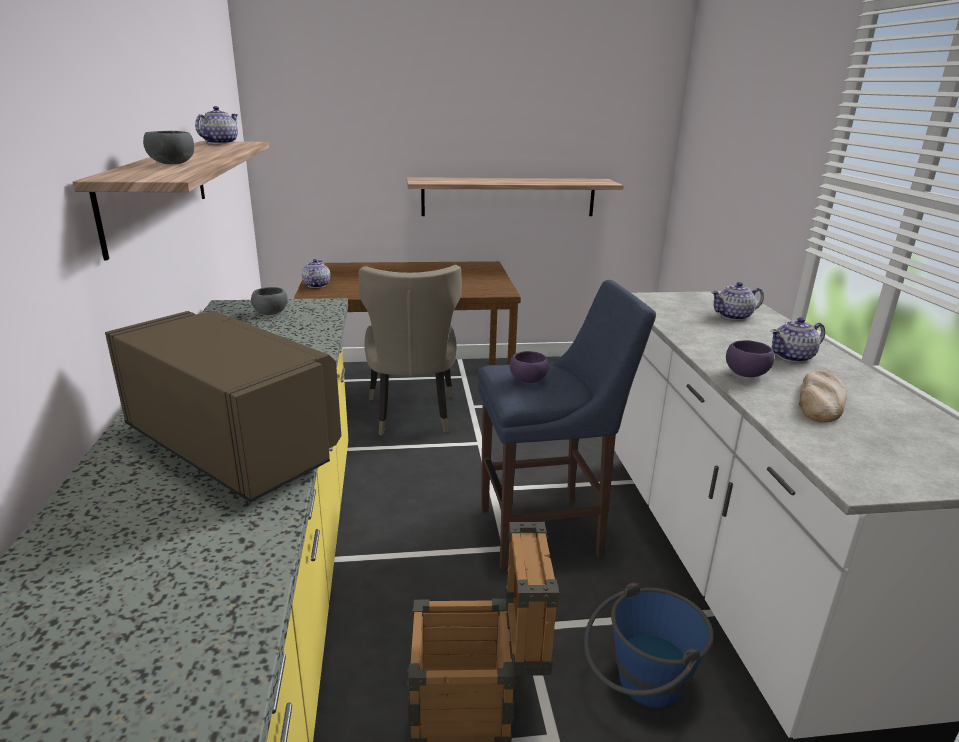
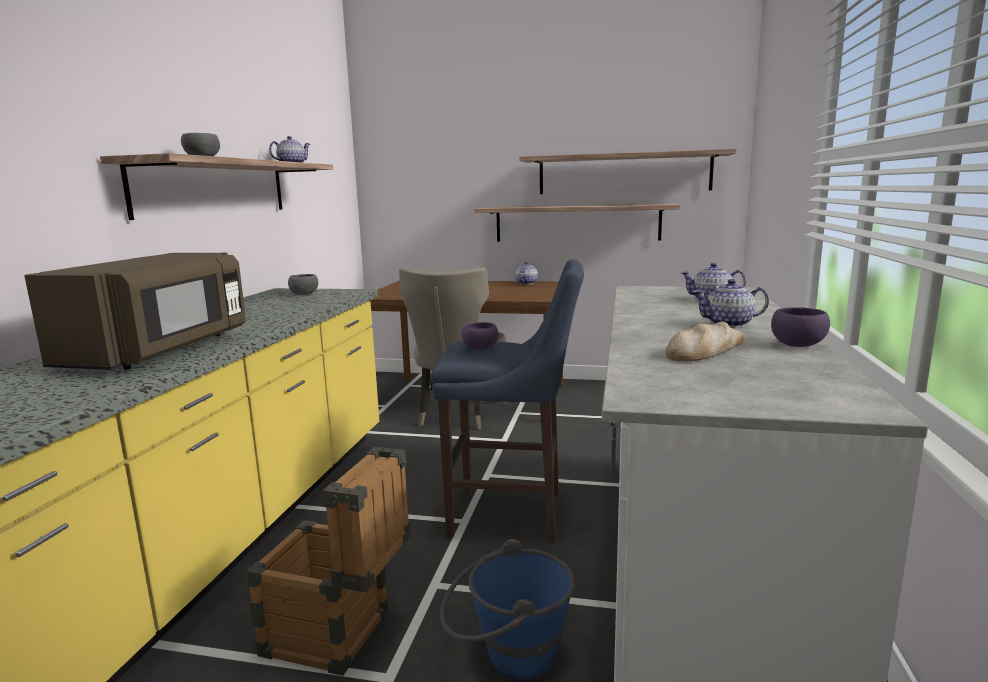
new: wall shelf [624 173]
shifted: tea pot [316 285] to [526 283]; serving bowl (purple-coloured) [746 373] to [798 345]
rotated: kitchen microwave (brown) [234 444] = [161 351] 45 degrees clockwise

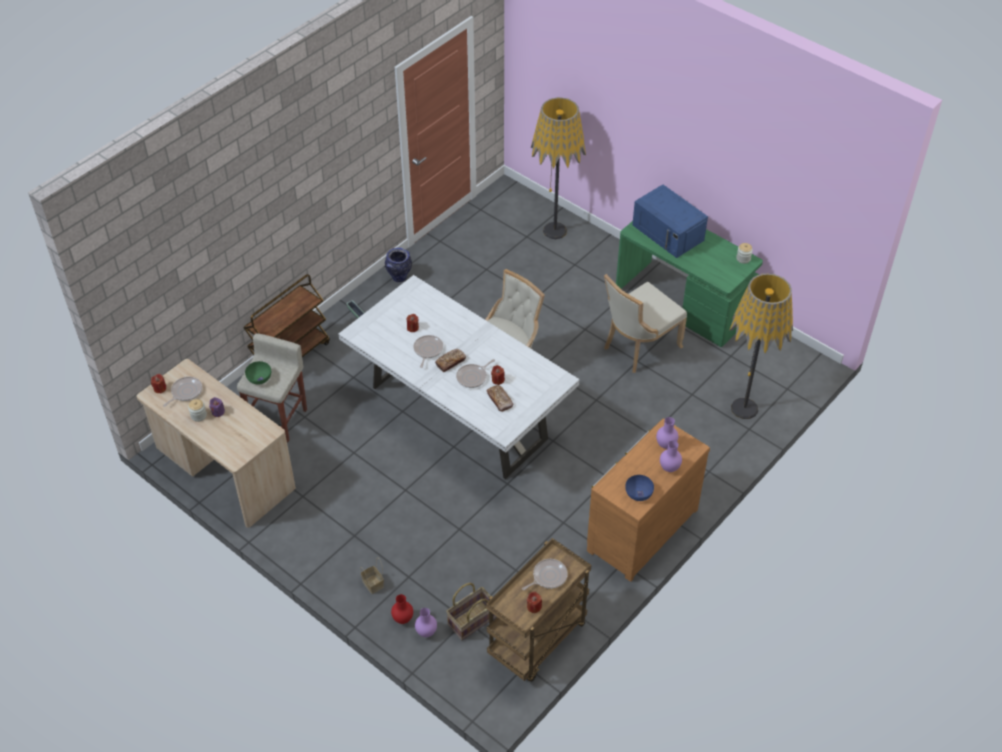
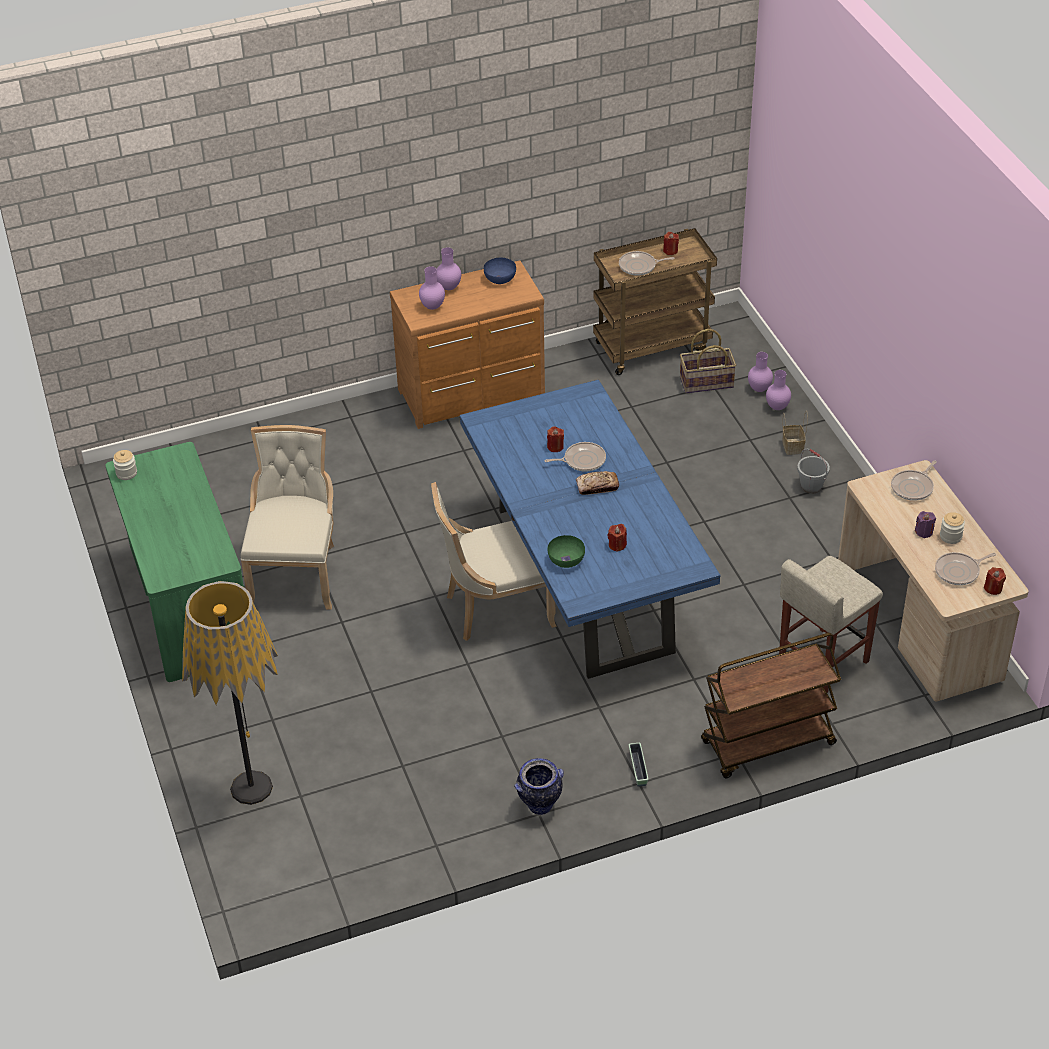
gone: kitchen microwave (blue-coloured) [668 232]; standard lamp [744 408]; bread [499 400]
new: pail (grey) [811 486]
shifted: pan [427 350] to [913 487]; serving bowl (green) [259 378] to [565 560]
repainted: dinner table (white-coloured) [460 413] to dinner table (blue-coloured) [583 579]; decorative vase (red-coloured) [402 619] to decorative vase (purple-coloured) [777 407]
rotated: upright chair (beige-coloured) [638 347] = [296 572] 75 degrees counterclockwise

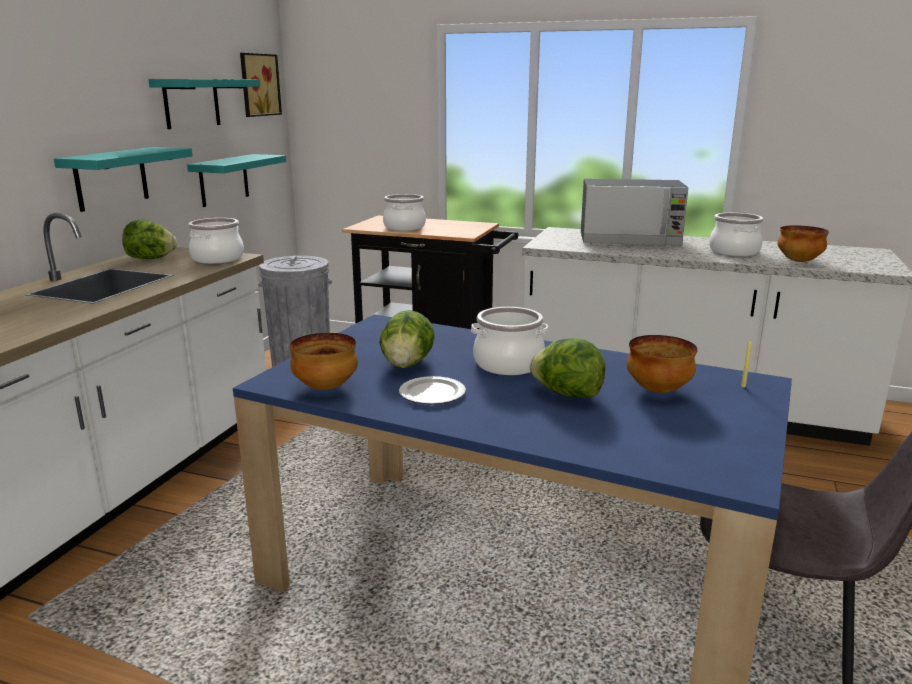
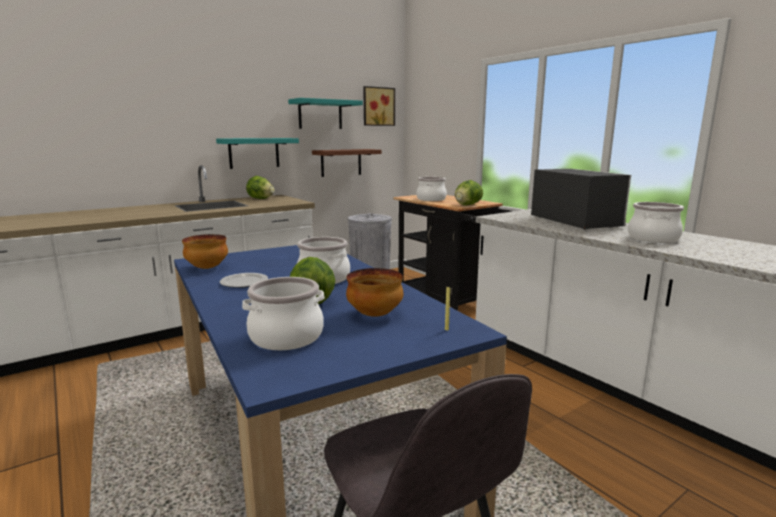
gone: serving bowl [799 261]
shifted: saucepot [218 259] to [286 337]; head of lettuce [407 364] to [467 205]
repainted: wall shelf (turquoise) [224 180] to wall shelf (brown) [341 162]
rotated: kitchen microwave [630 241] = [574 222] 150 degrees counterclockwise

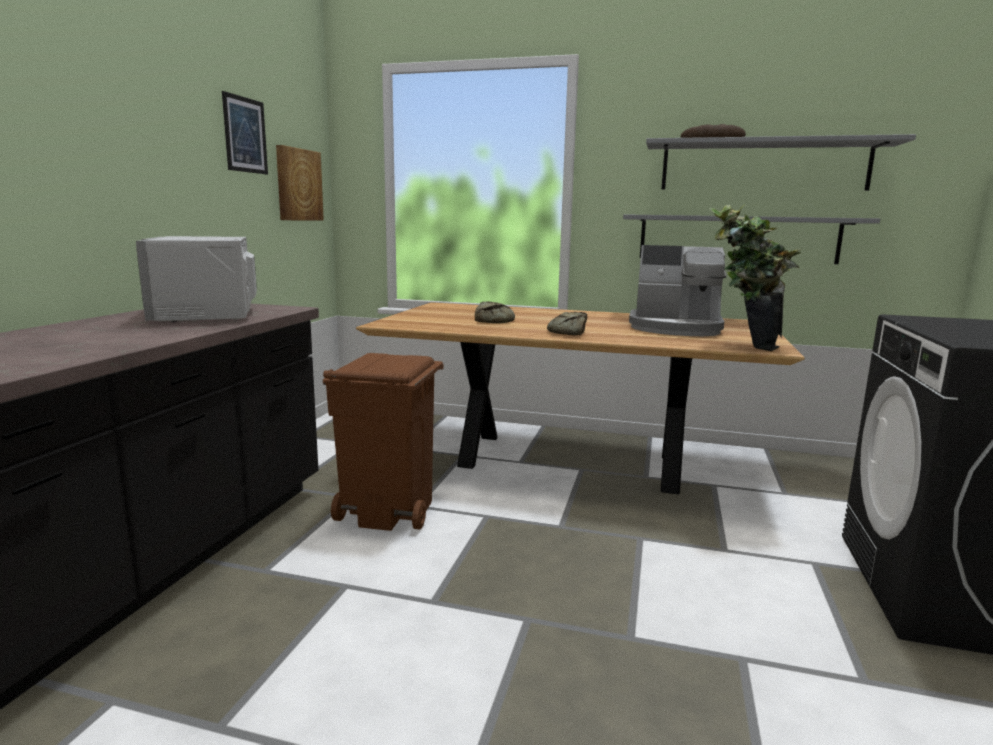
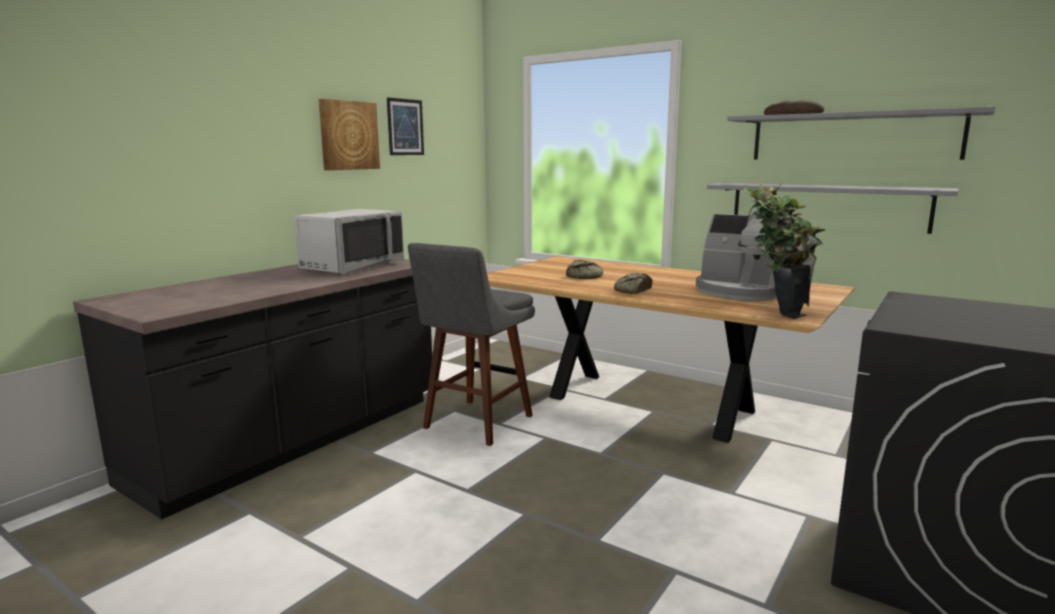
shifted: picture [298 185] to [348 135]
swapped: trash can (brown) [388 510] to stool (grey) [475 424]
rotated: kitchen microwave (grey) [207 314] = [352 266] 150 degrees counterclockwise

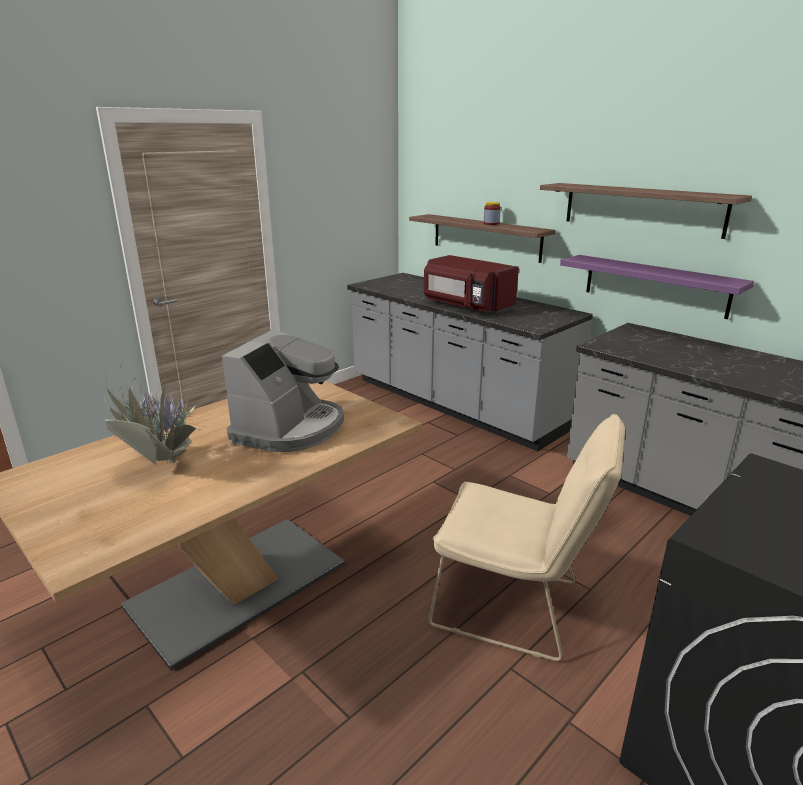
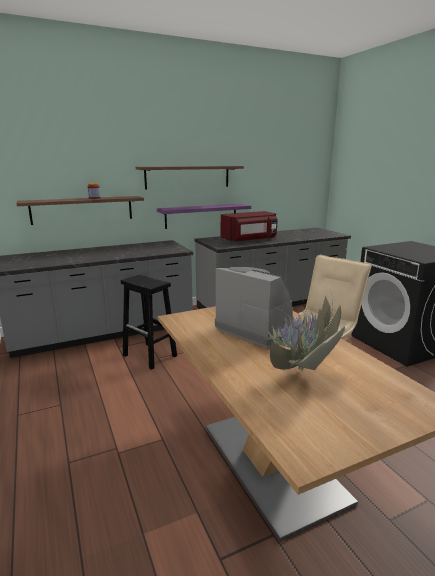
new: stool (black-coloured) [150 356]
shifted: kitchen microwave (red-coloured) [466 306] to [249 240]

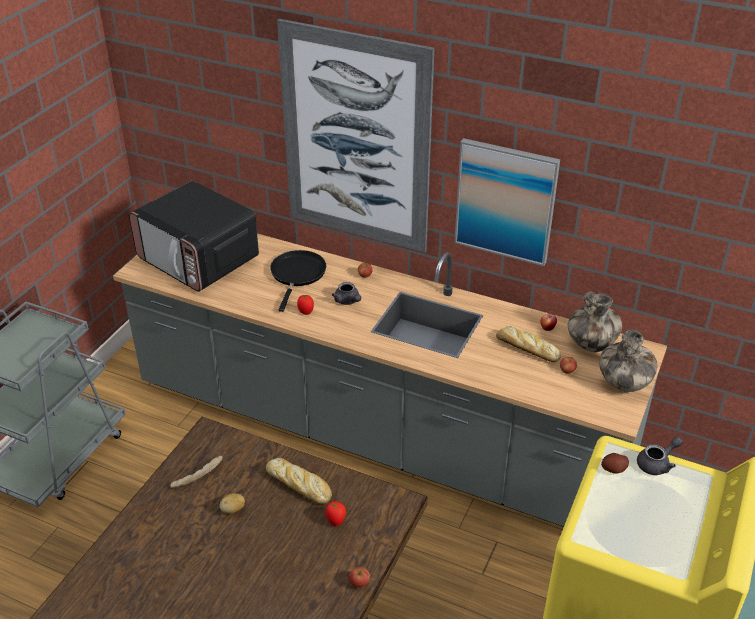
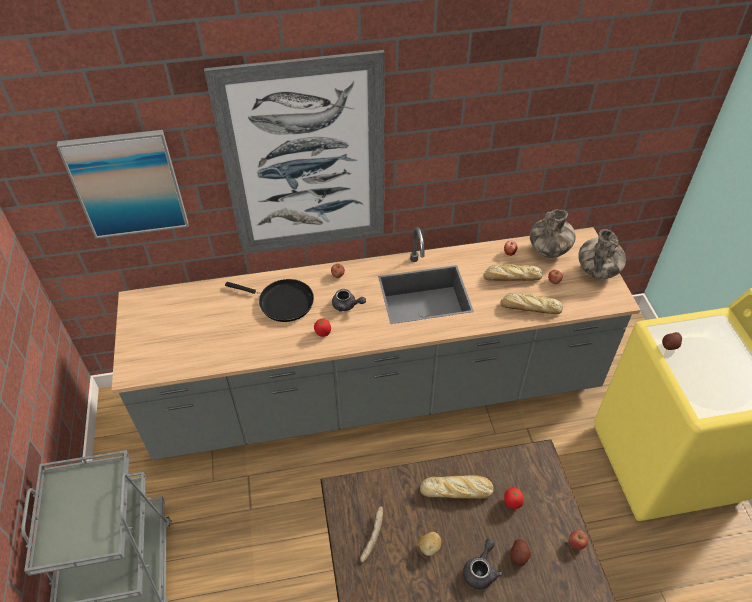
gone: kitchen microwave [199 259]
new: bread [529 308]; spud [519 555]
shifted: picture [505 201] to [127 184]; tea pot (grey) [657 464] to [481 570]
rotated: pan (black-coloured) [297 274] = [282 302] 135 degrees clockwise

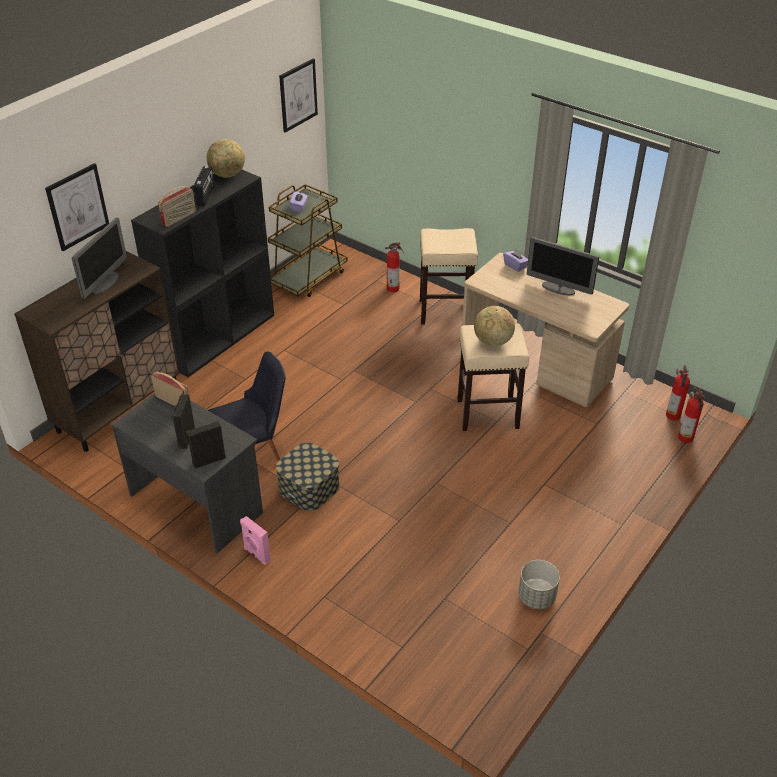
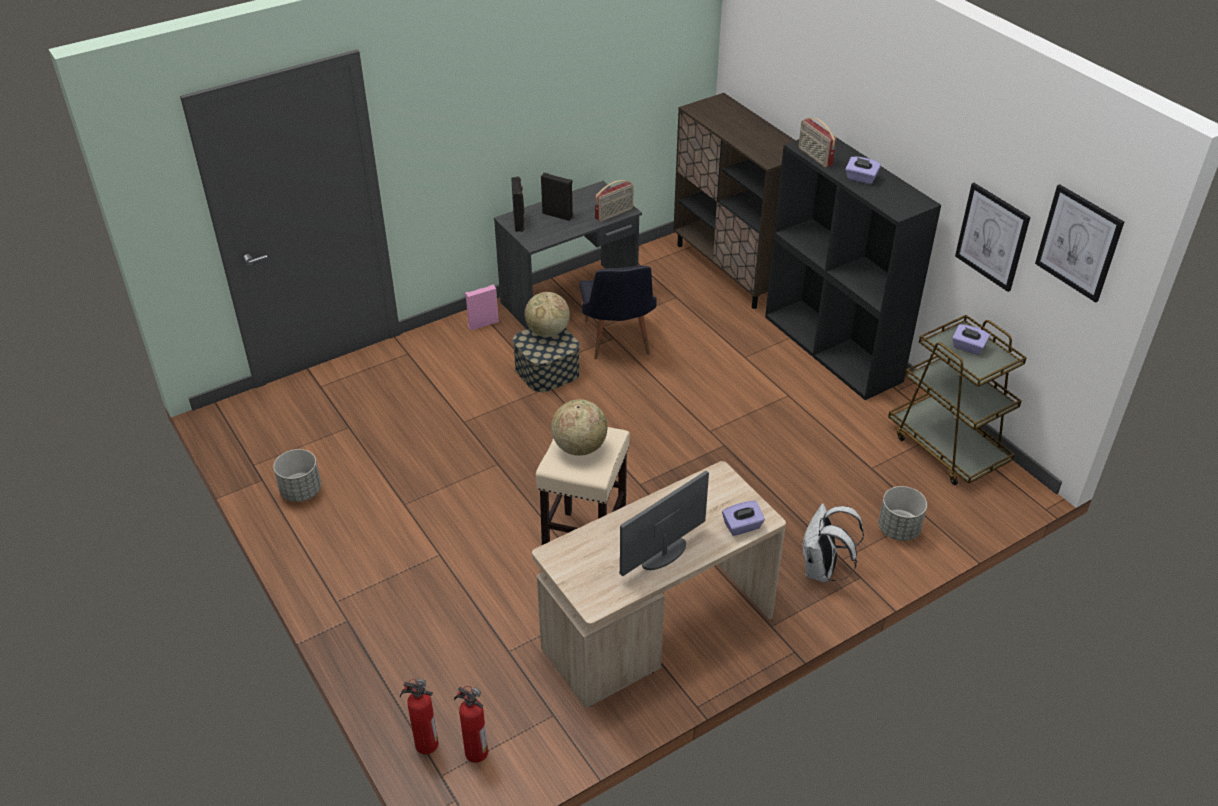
gone: computer screen [105 283]
shifted: globe [228 175] to [547 332]; picture [77 207] to [992 236]
swapped: radio set [206 196] to tissue holder (purple-coloured) [861 178]; stool (beige-coloured) [445 311] to rucksack (white-coloured) [822 570]; extinguisher [394 288] to flower pot (grey) [899 529]

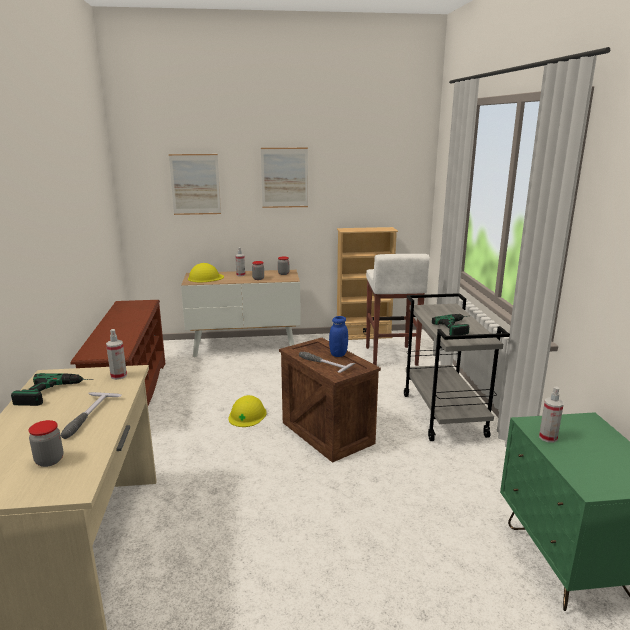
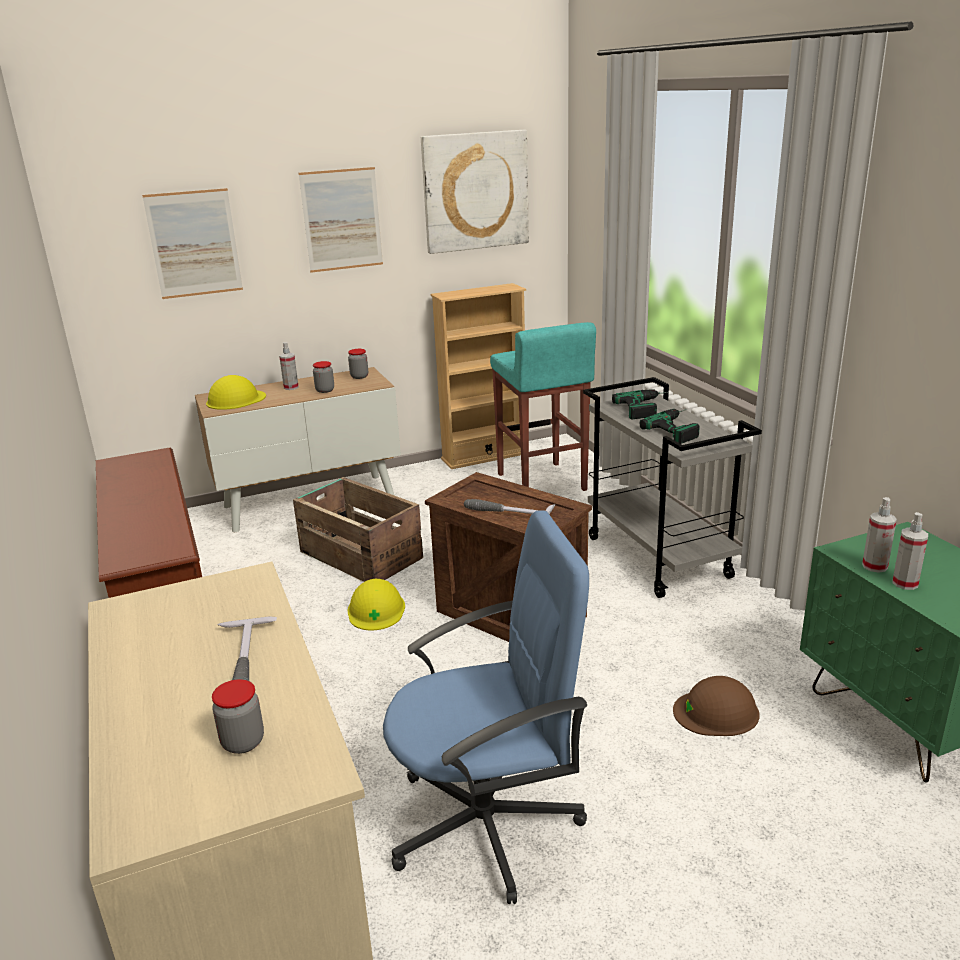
gone: preserve jar (blue-coloured) [338 354]
new: picture [475 191]; crate [360 555]; desk chair (blue-coloured) [488 823]; safety helmet (brown) [716 712]
shifted: hand sprayer [118 376] to [905 583]; drill [56 393] to [648 407]
repainted: stool (white-coloured) [390 356] to stool (turquoise) [541 482]

